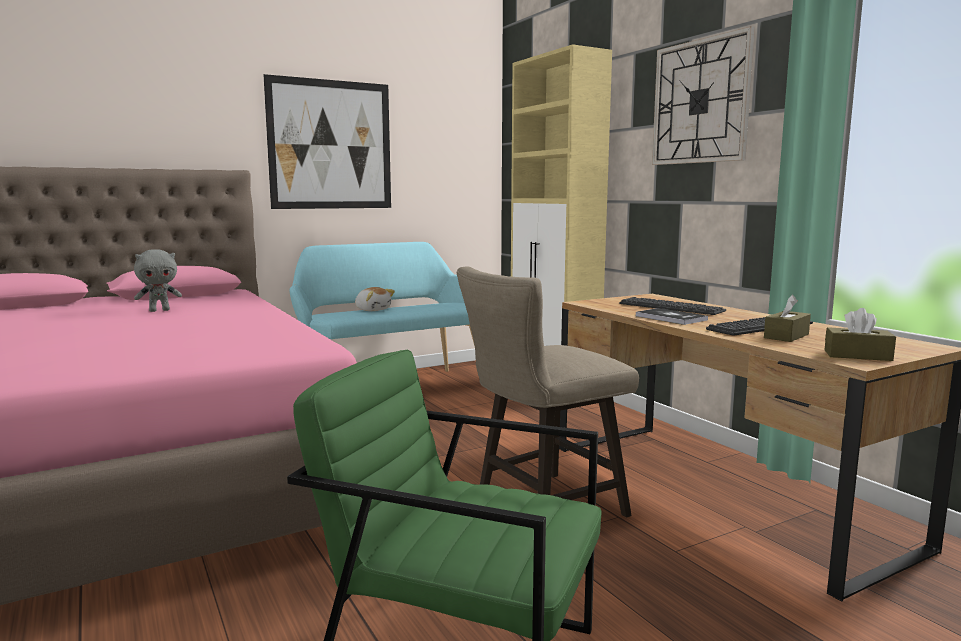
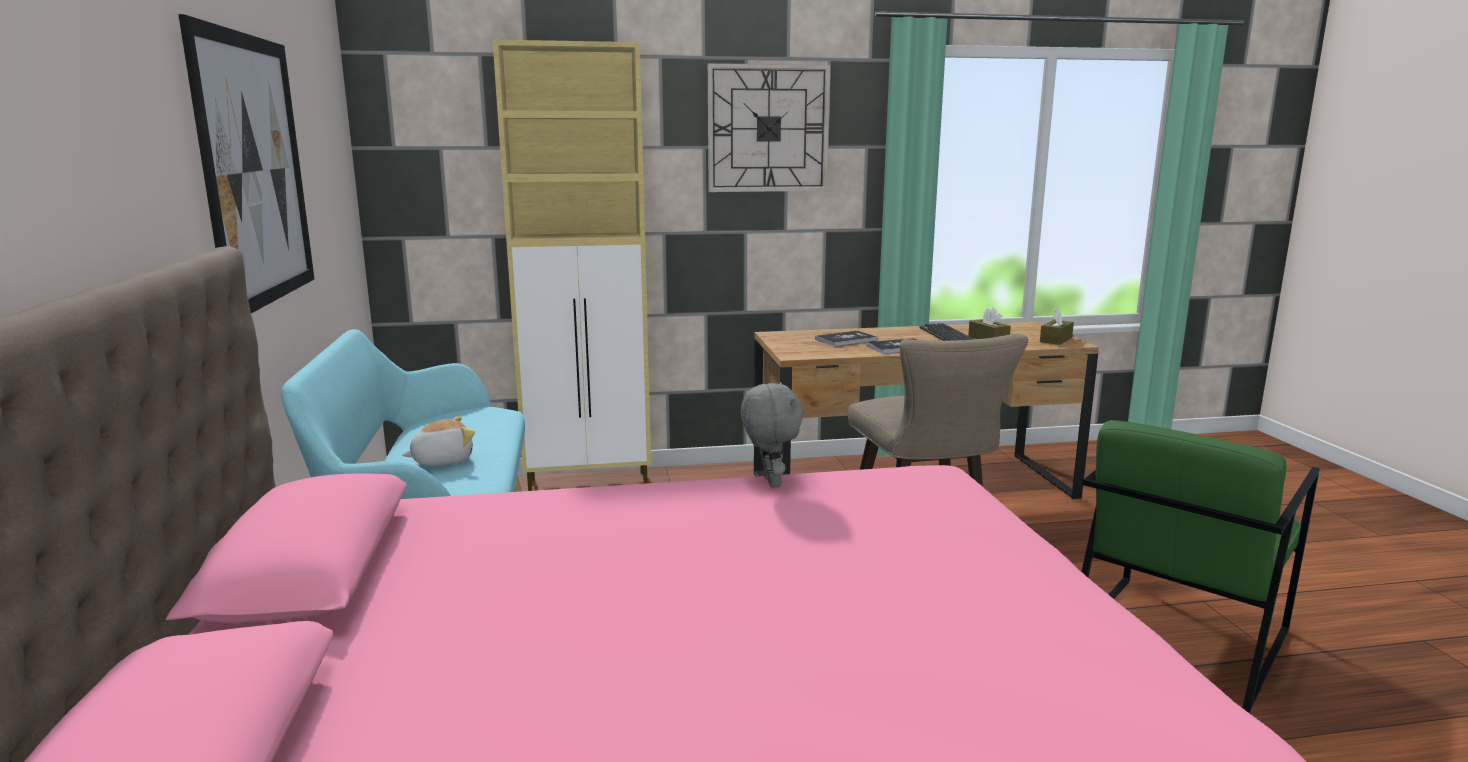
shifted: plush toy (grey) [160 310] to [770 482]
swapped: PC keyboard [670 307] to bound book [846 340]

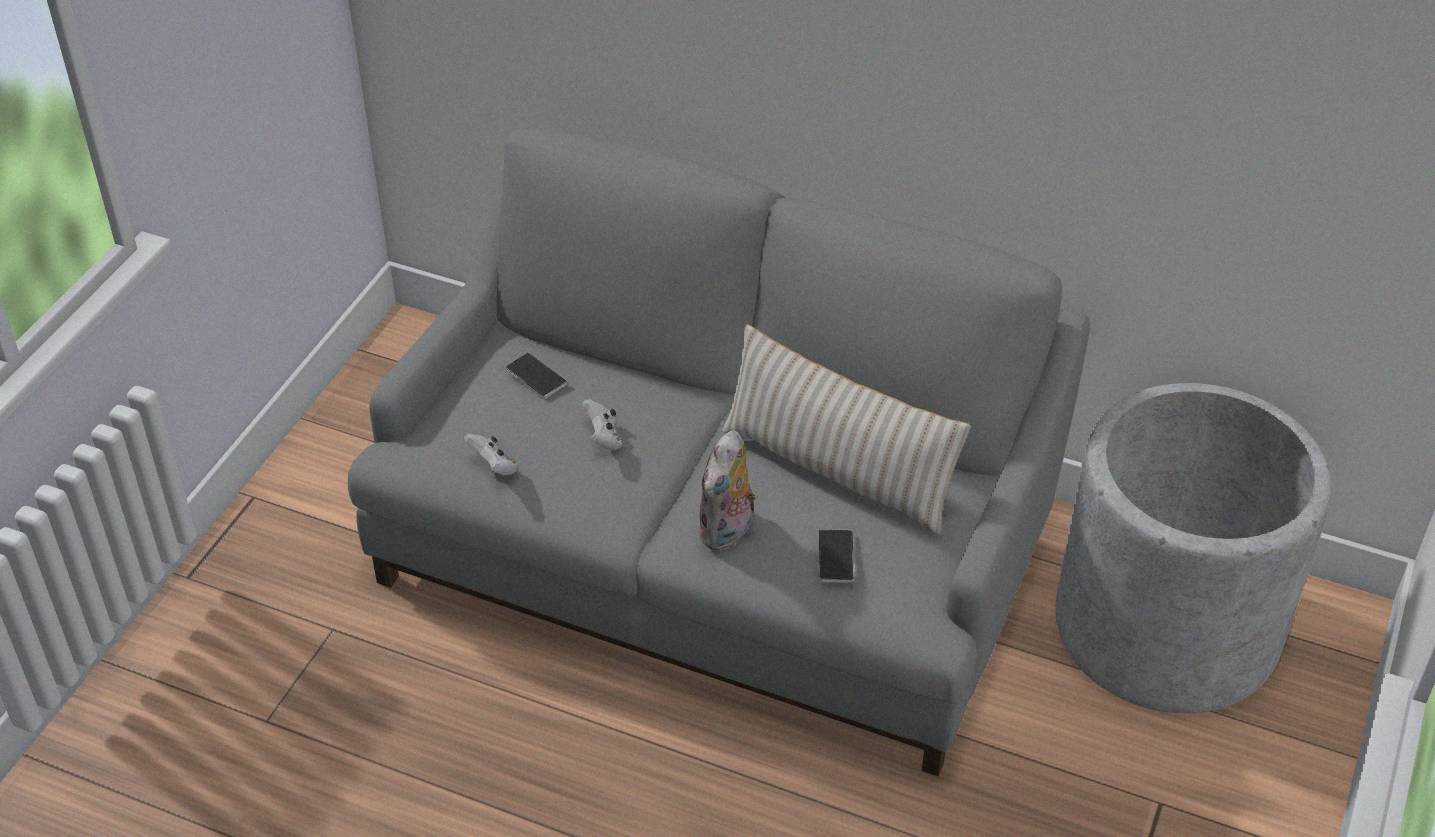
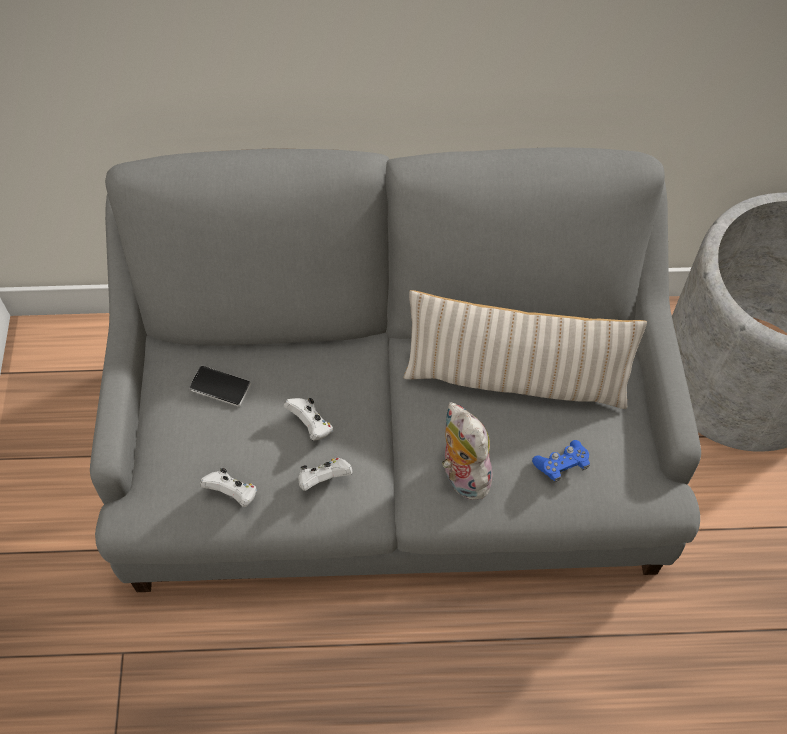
new: gamepad (white-coloured) [324 479]
swapped: telephone [836 557] to gamepad (blue-coloured) [561 464]
rotated: plush toy [728 532] = [461 475] 150 degrees clockwise

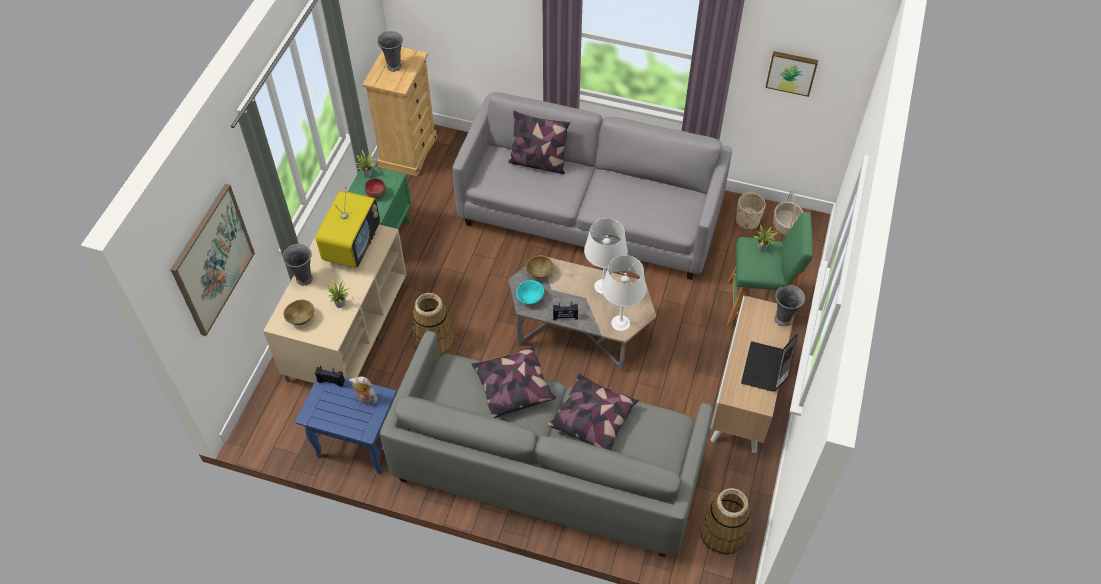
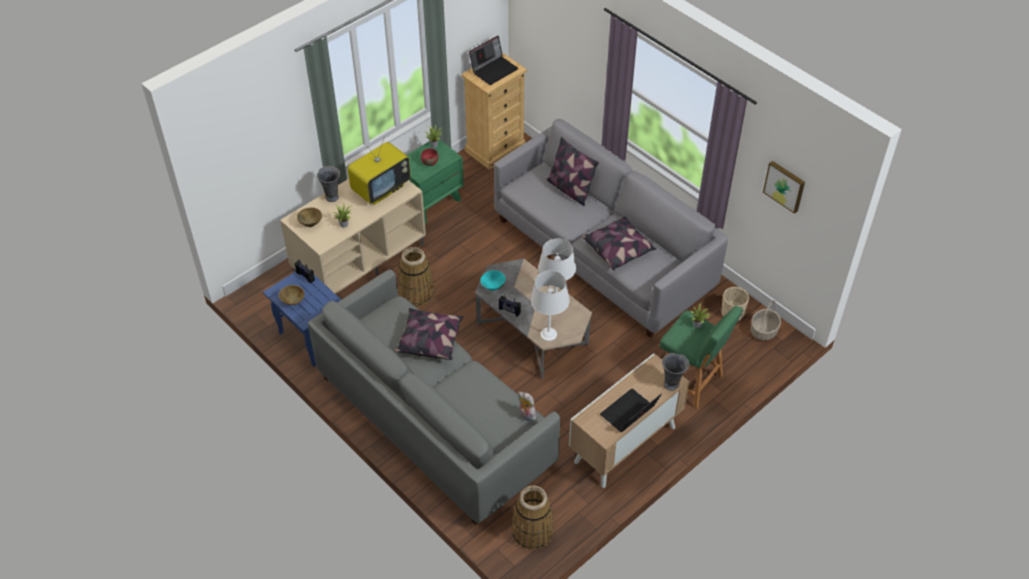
gone: picture [213 260]
shifted: serving bowl (brown) [539 273] to [292 301]; throw pillow [593 418] to [618 249]; plush toy [365 399] to [526 415]
swapped: decorative vase (grey) [394 66] to portable computer [494 69]

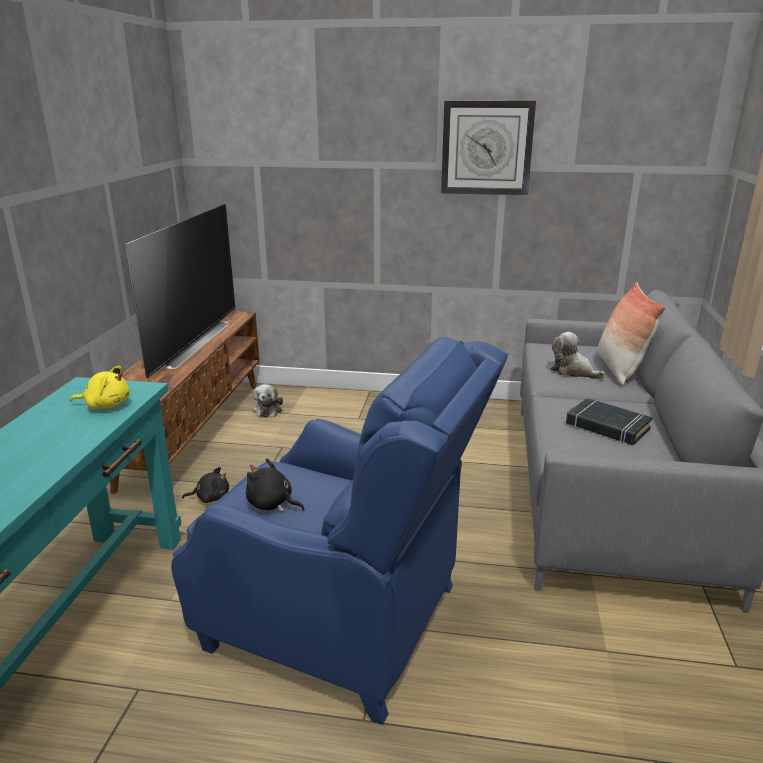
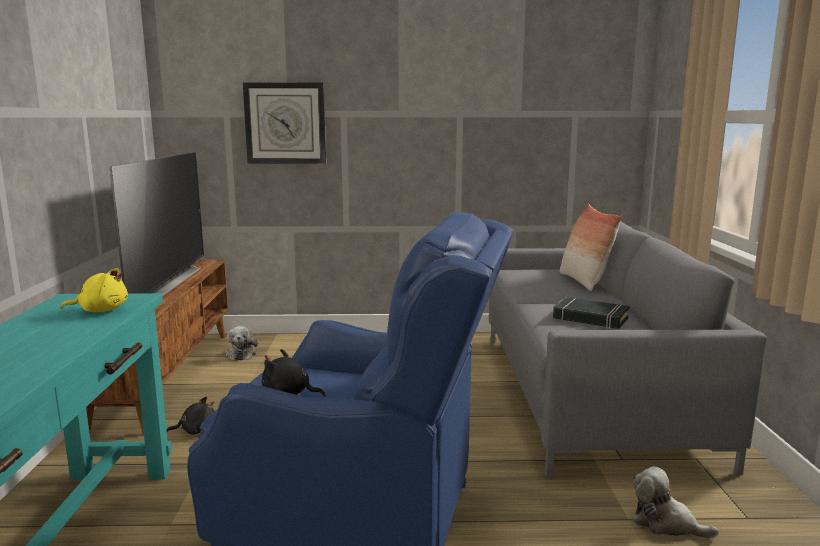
shifted: hanging clock [486 148] to [285 123]; plush toy [573 371] to [665 523]

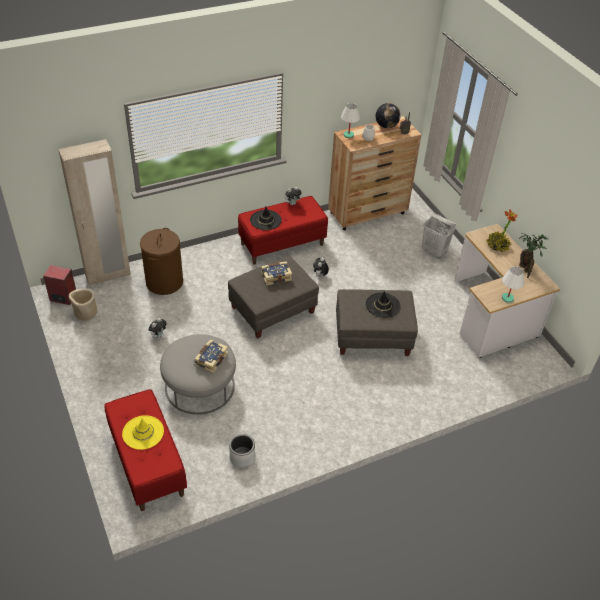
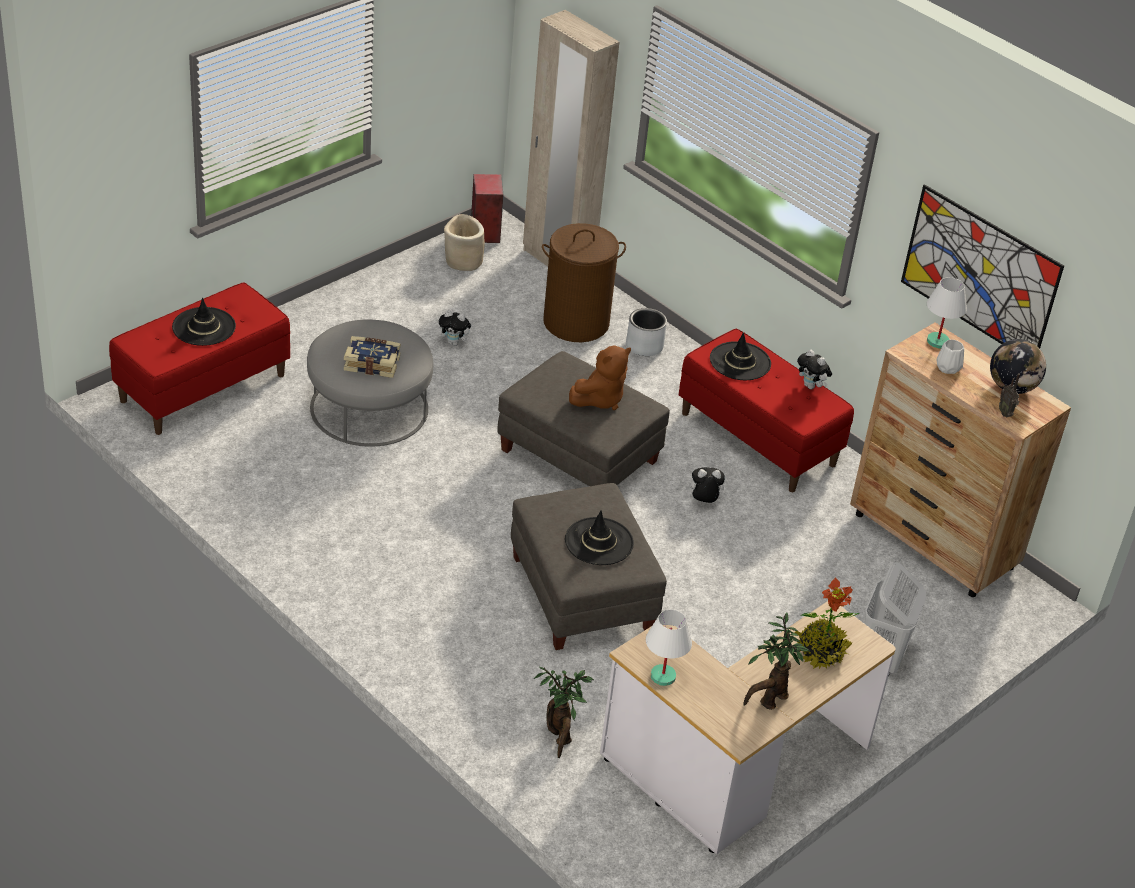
new: picture [979 273]; plant in a pot [559 738]
shifted: flower pot (grey) [242 457] to [644 346]
swapped: bound book [276 276] to plush toy (brown) [600 399]
repainted: wearable hat (yellow-coloured) [143 432] to wearable hat (black-coloured) [204 327]

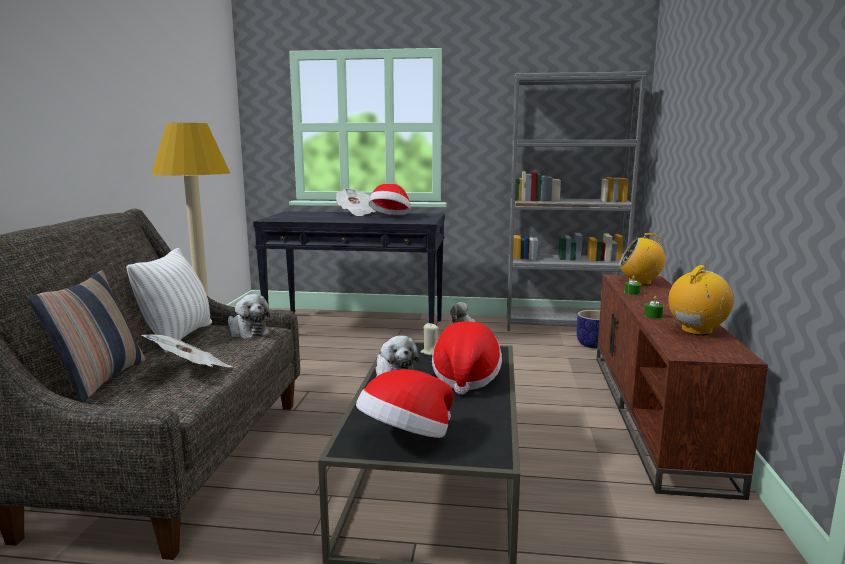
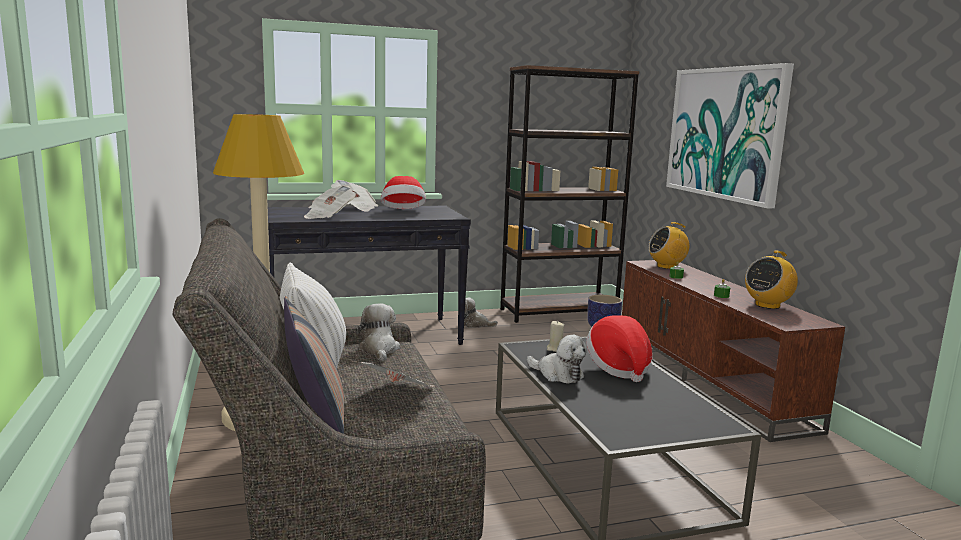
gone: wearable hat [406 438]
new: picture [725 133]; daily paper [329 216]
repainted: shelving unit (grey) [563 325] to shelving unit (brown) [559 312]
rotated: radio set [696 330] = [767 305] 150 degrees counterclockwise; plush toy [247 332] = [379 349] 120 degrees counterclockwise

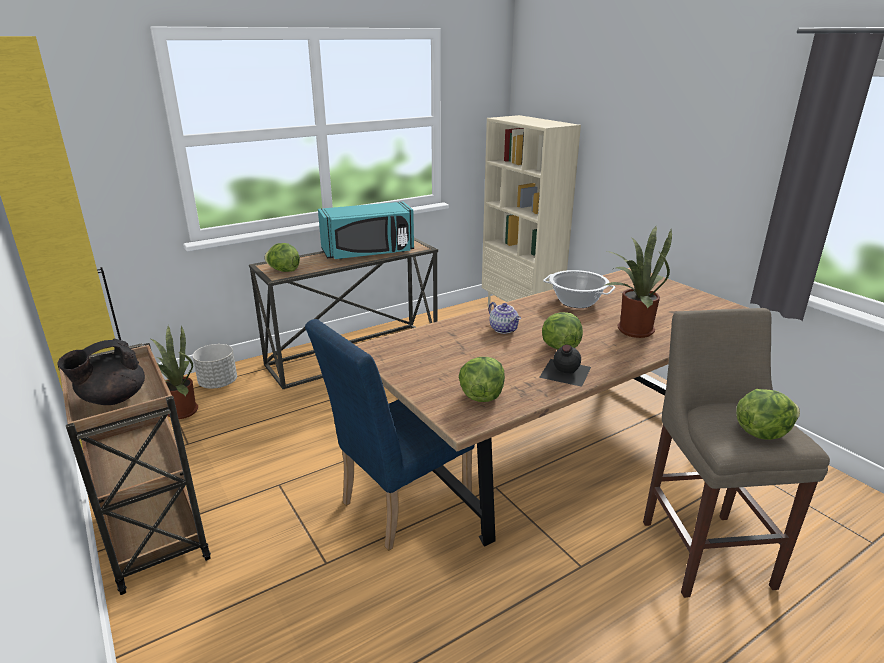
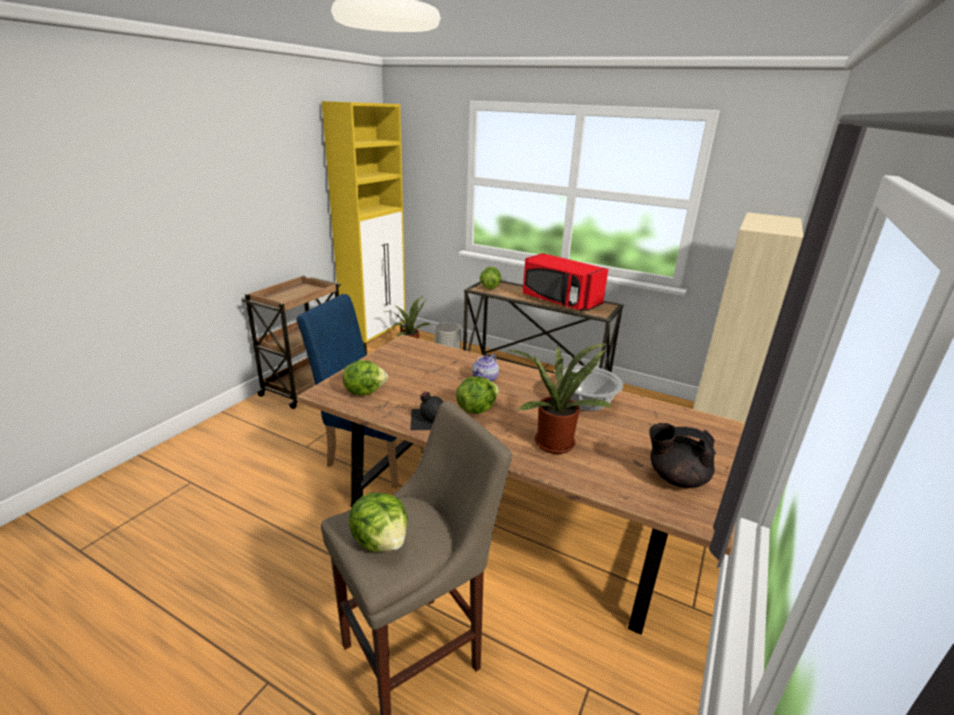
shifted: tea pot (black-coloured) [112 399] to [675 478]
repainted: kitchen microwave (turquoise) [369 253] to kitchen microwave (red-coloured) [559 301]

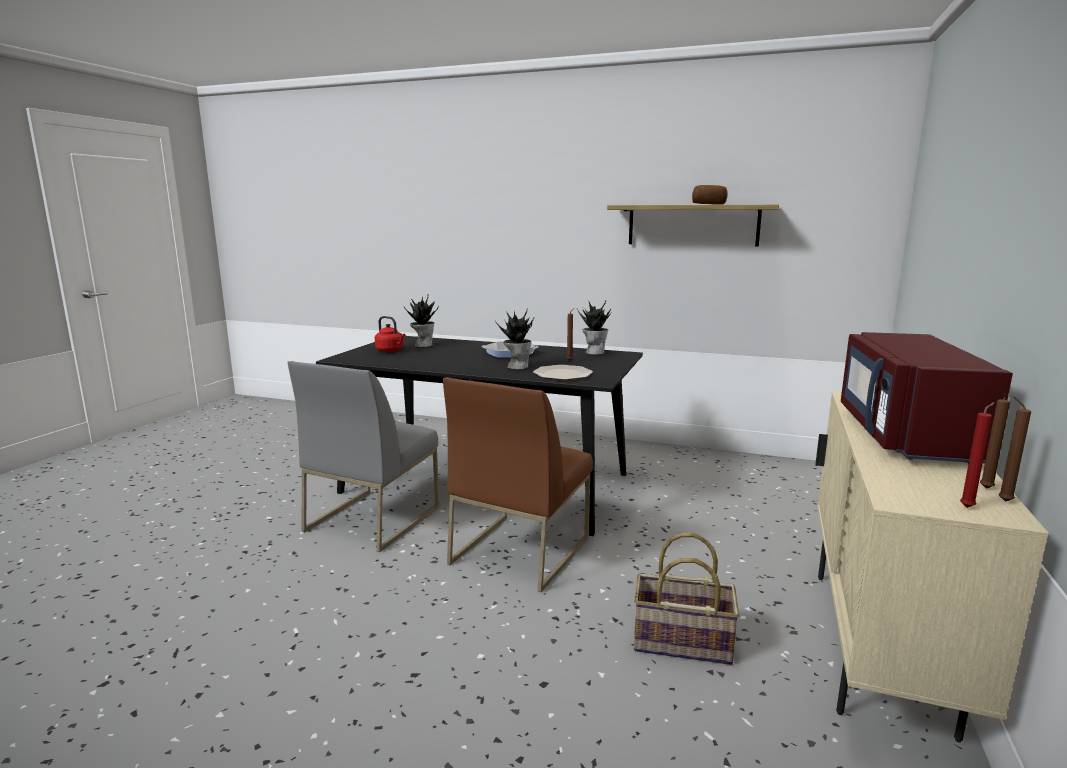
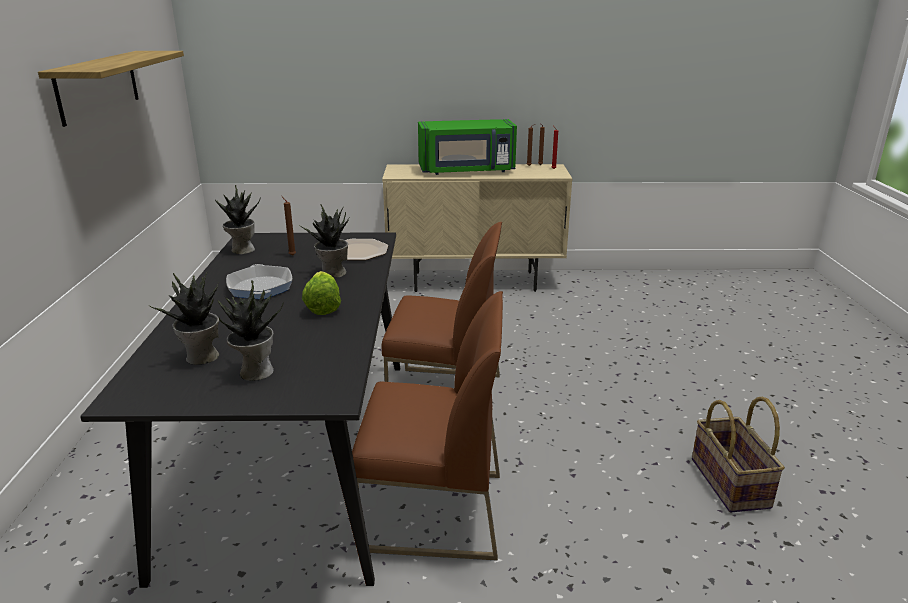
gone: bread [709 204]
new: head of lettuce [322 307]
shifted: storage basket [681 643] to [731 483]
swapped: kettle (red-coloured) [391 350] to plant in a pot [255 371]
repainted: kitchen microwave (red-coloured) [904 435] to kitchen microwave (green) [467 171]; upright chair (grey) [373 518] to upright chair (brown) [432 512]

